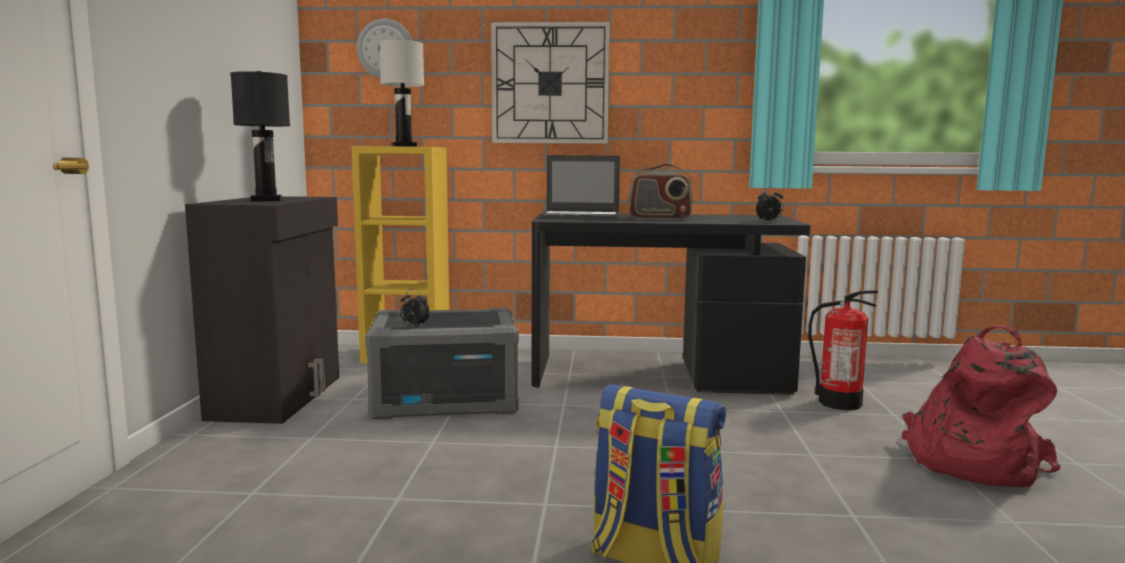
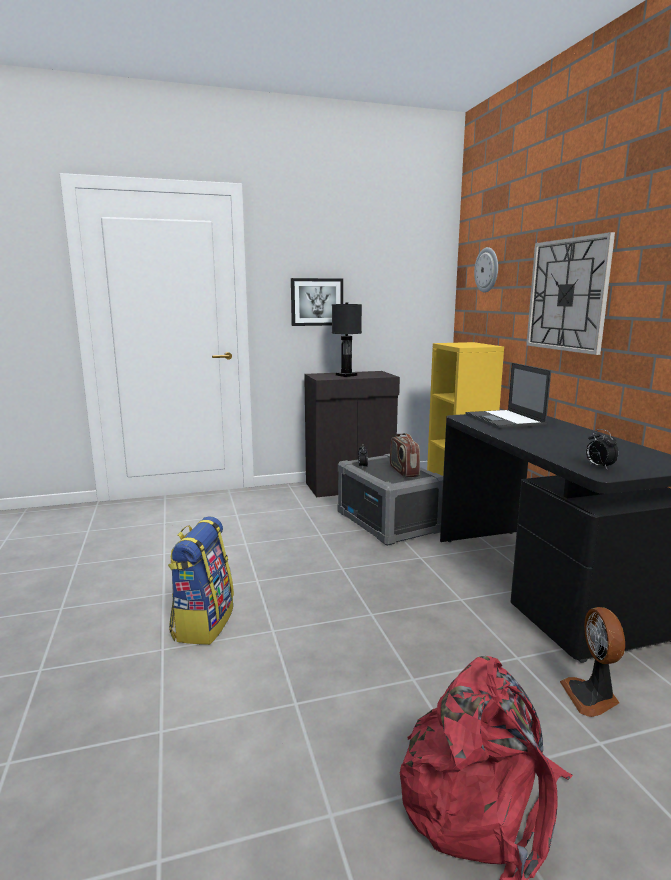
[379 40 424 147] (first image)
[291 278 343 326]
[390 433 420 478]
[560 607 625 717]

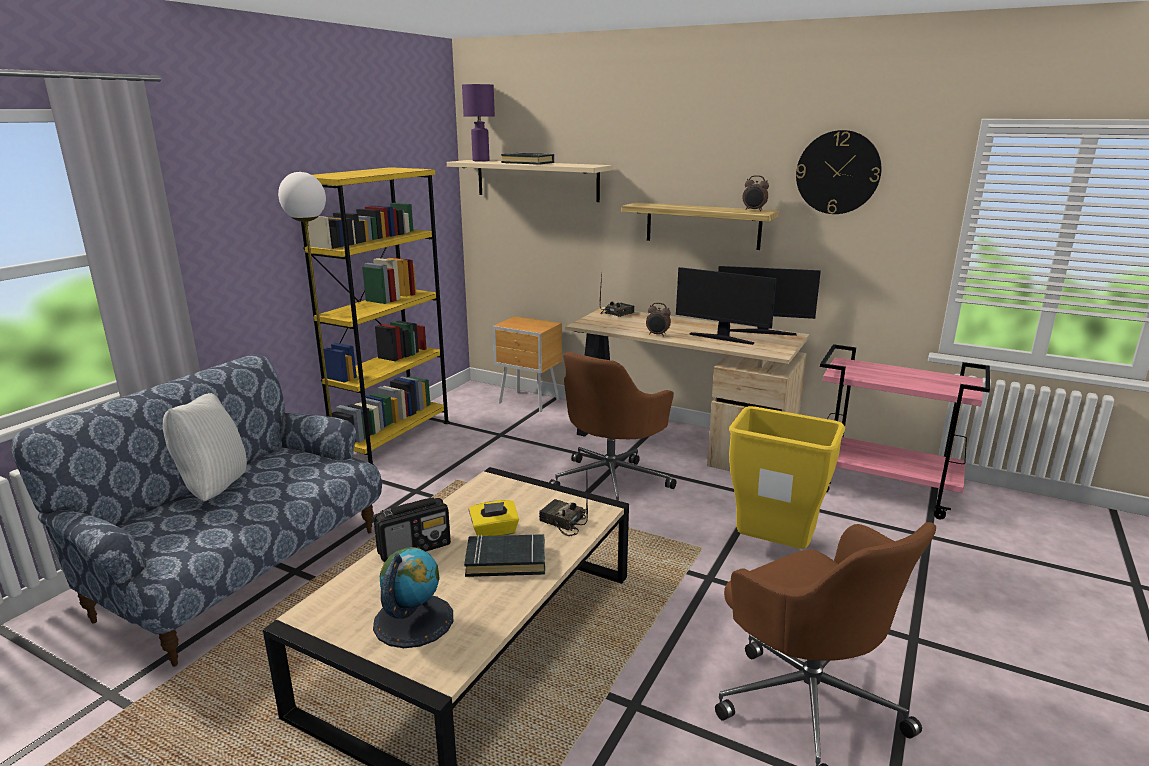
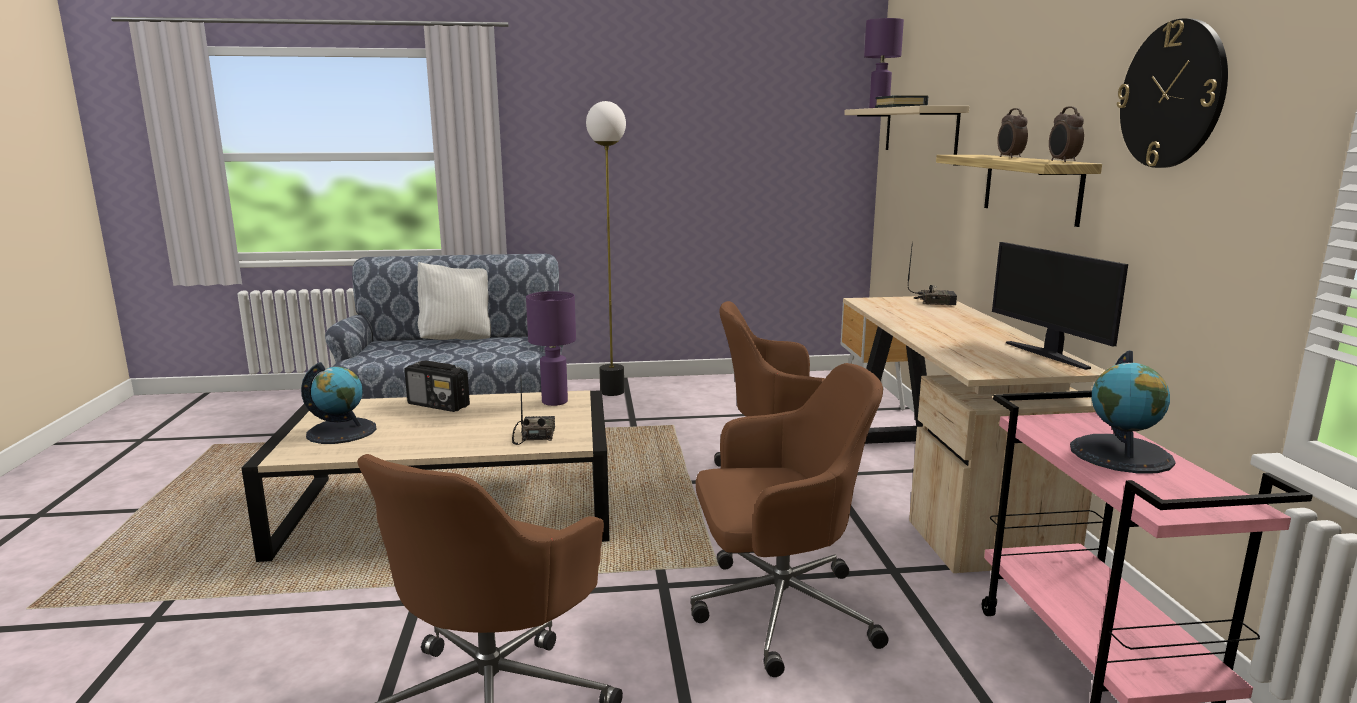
[301 167 450 465] (first image)
[464 533 545 577] (first image)
[469 500 519 536] (first image)
[676 267 777 345] (first image)
[526 291 576 406]
[1070 350 1175 473]
[997 108 1028 158]
[691 363 889 677]

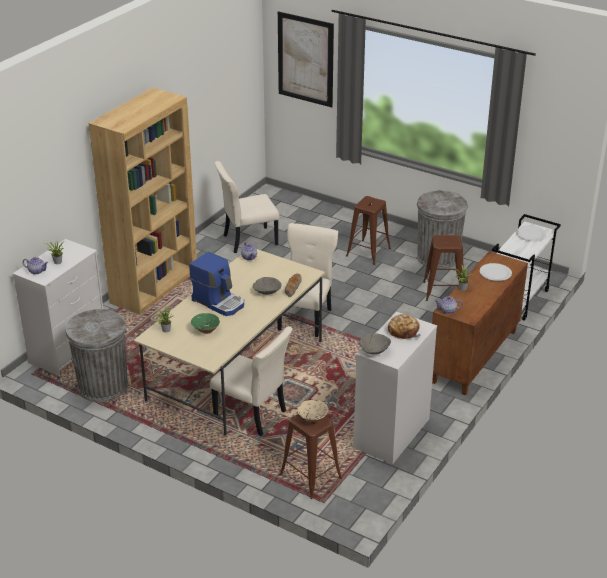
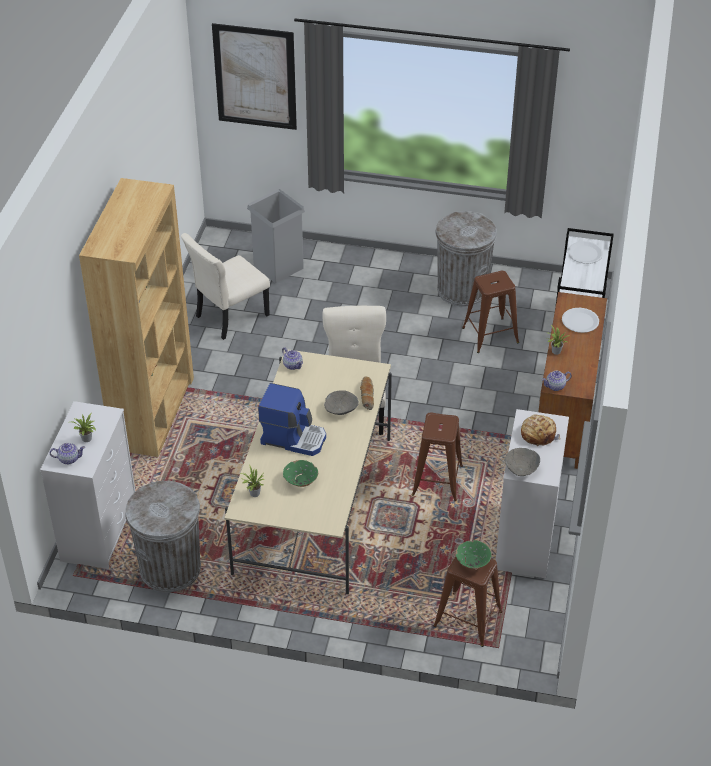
[210 326 293 436] (first image)
[247 189 305 283]
[412 412 463 501]
[456 540 492 569]

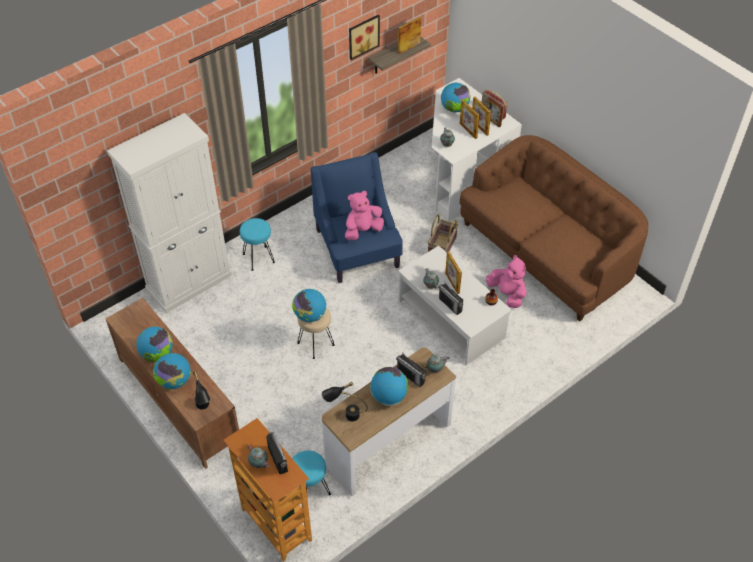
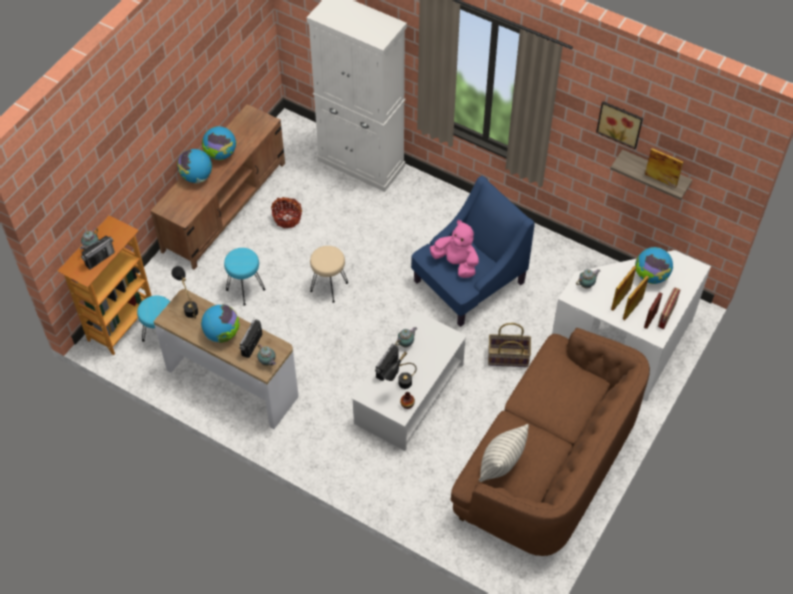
[292 289 326 322] (first image)
[445 251 462 294] (first image)
[486 255 527 308] (first image)
[271 197 302 228]
[479 424 529 482]
[381 352 417 389]
[224 248 265 306]

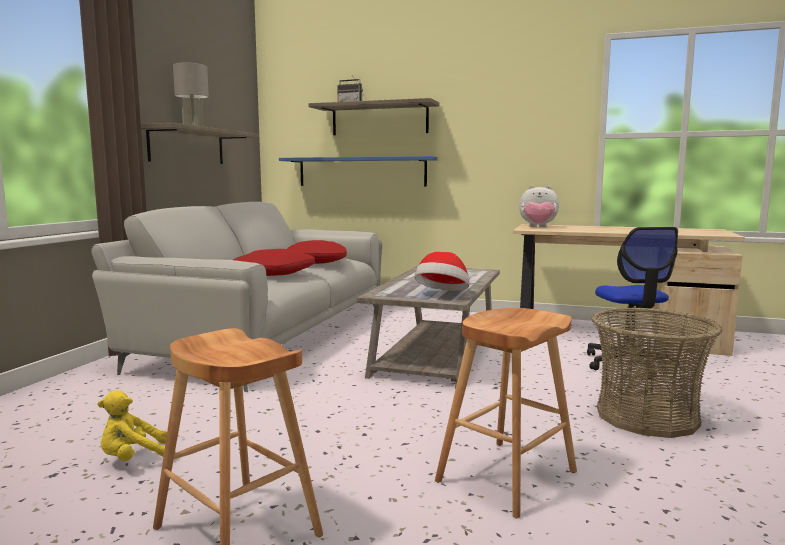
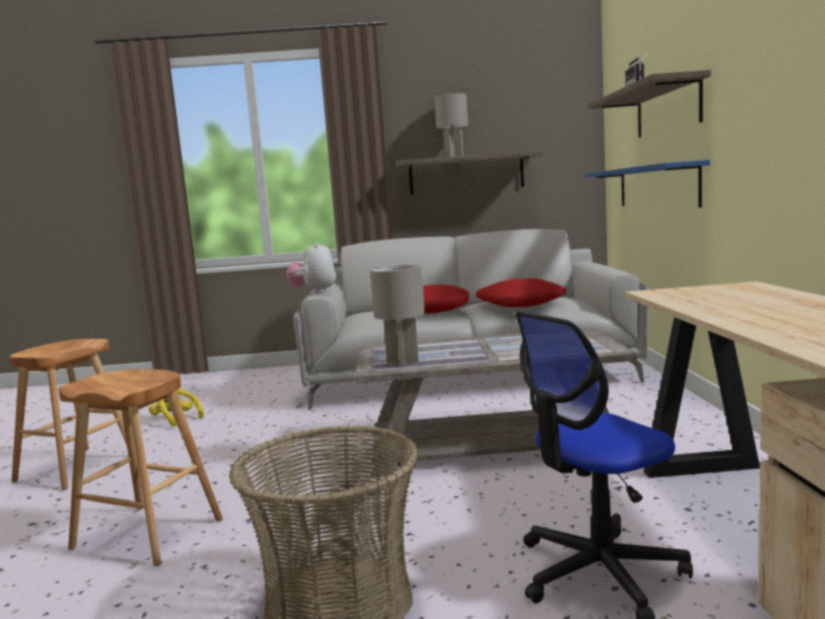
[287 242 336 293]
[370 265 425 366]

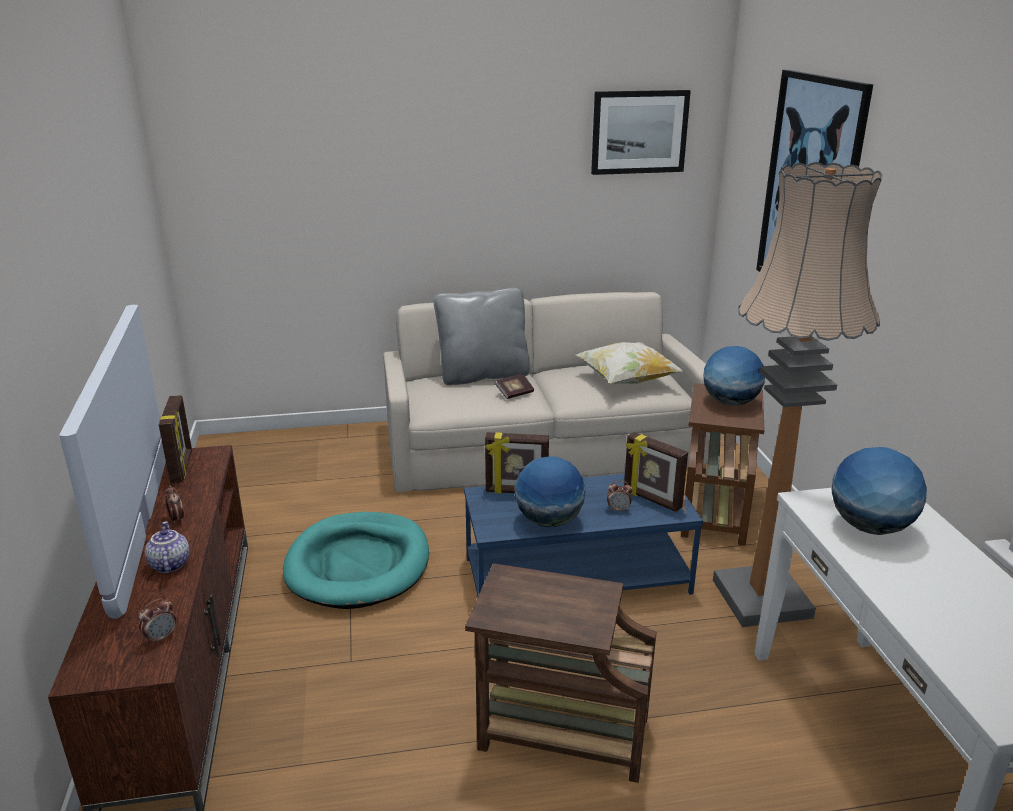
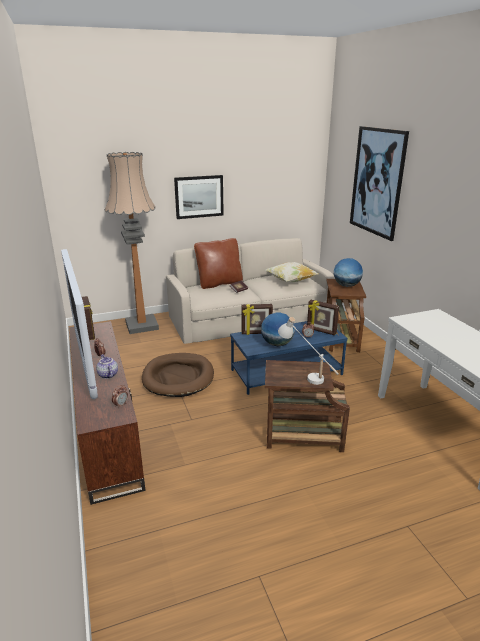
[832 447 927 535] (first image)
[278 317 339 385]
[174 175 224 219]
[105 152 159 334]
[142 353 214 397]
[194 238 243 289]

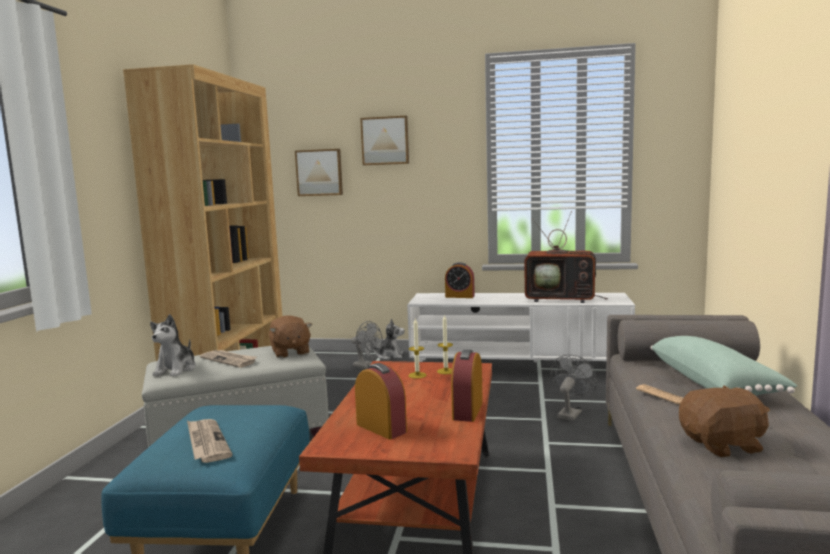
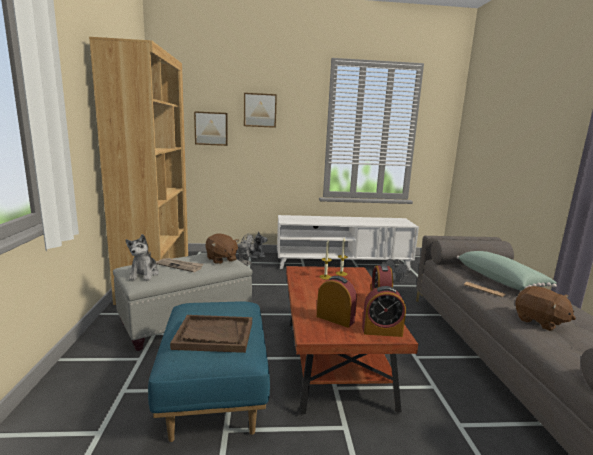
[525 211 608 303] (first image)
[362 286 406 337]
[170 315 252 353]
[515 286 576 331]

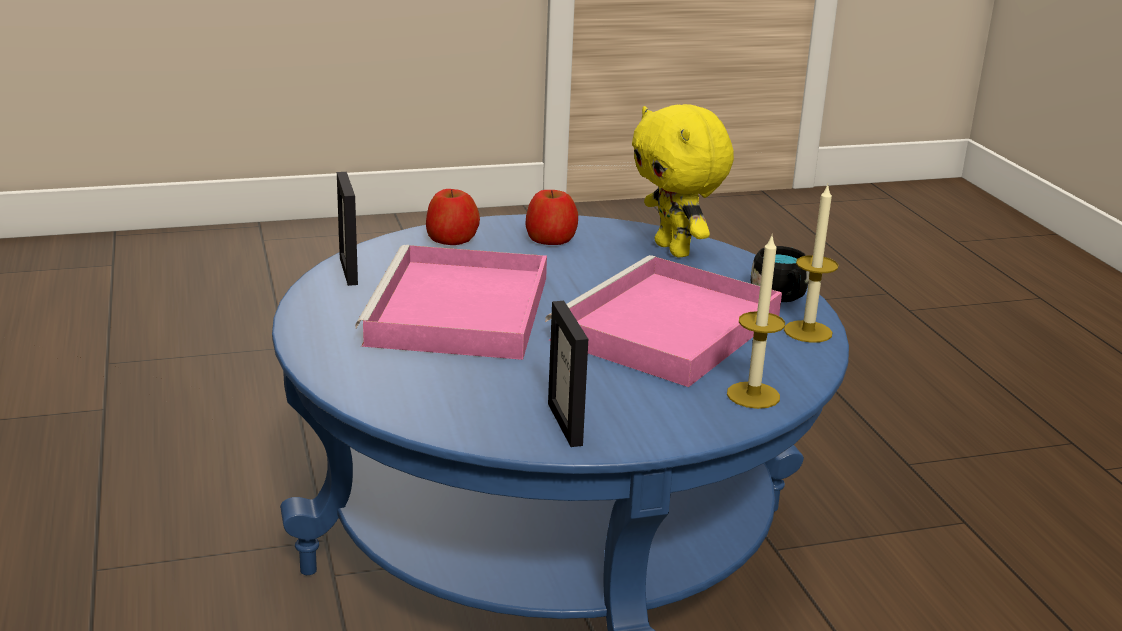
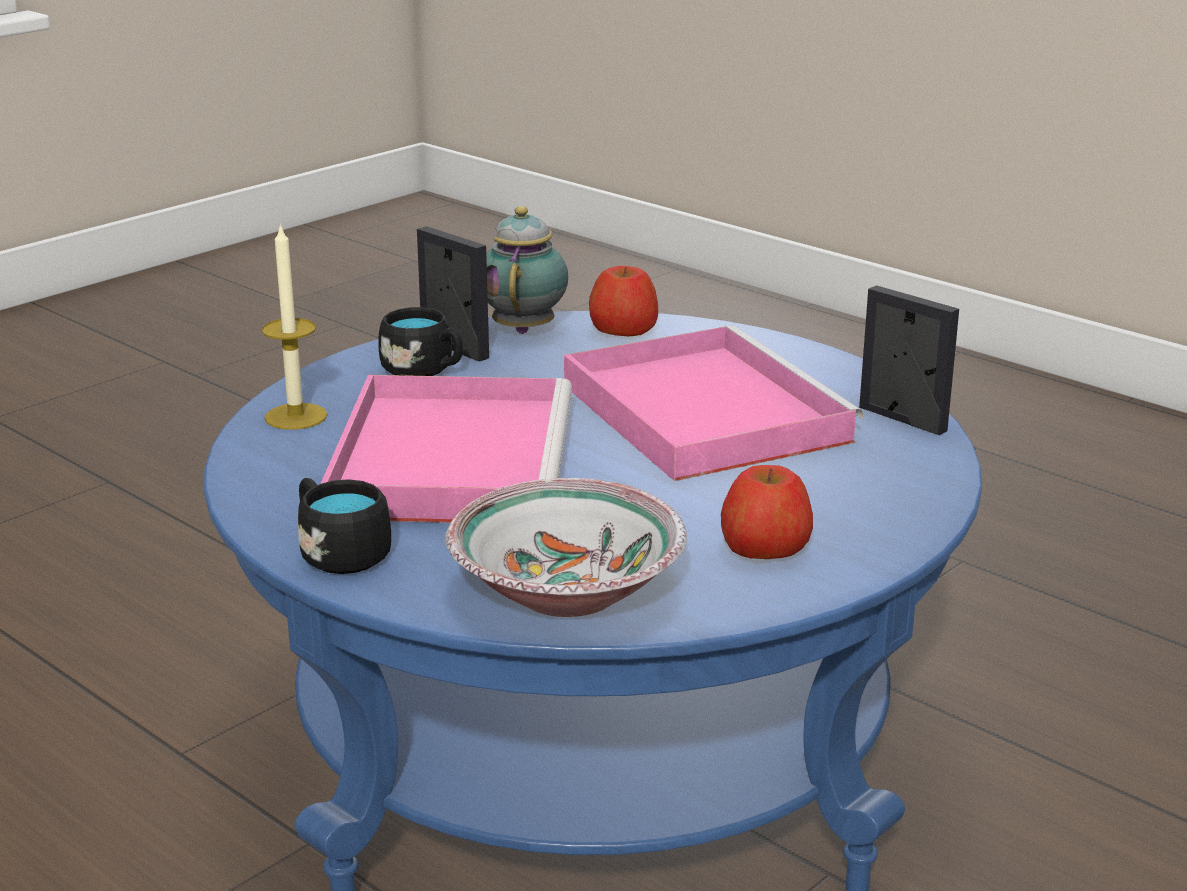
[784 185 838 343] (first image)
[378 307 463 376]
[486 206 568 334]
[589 266 658 336]
[445 478 687 617]

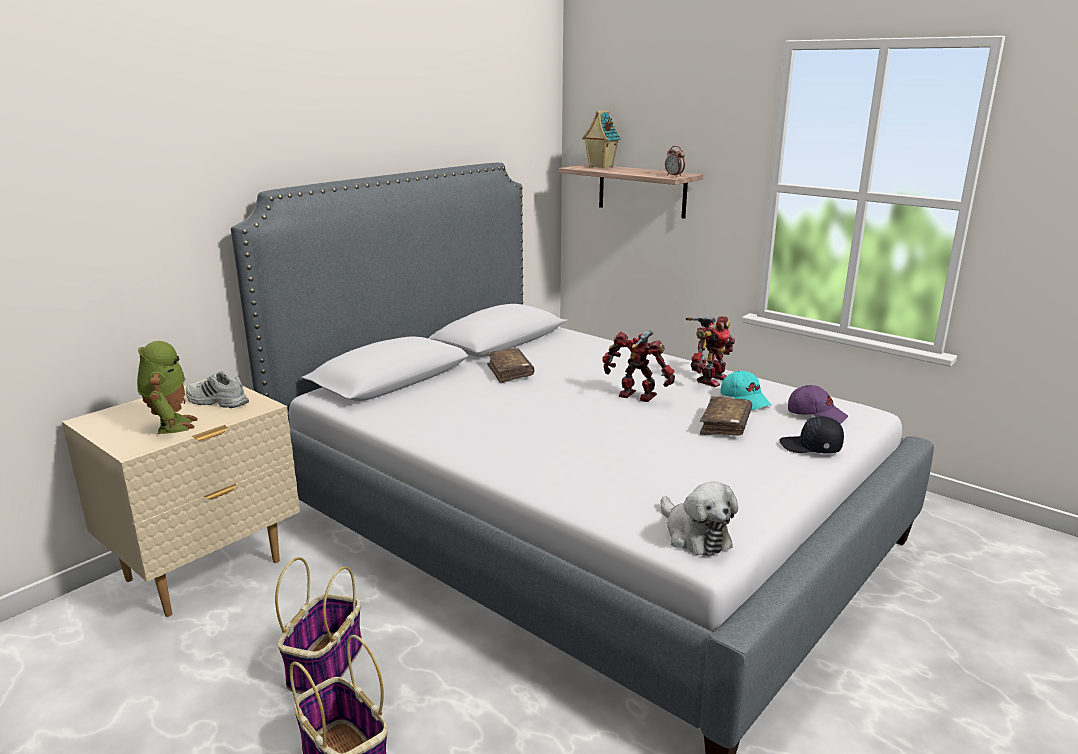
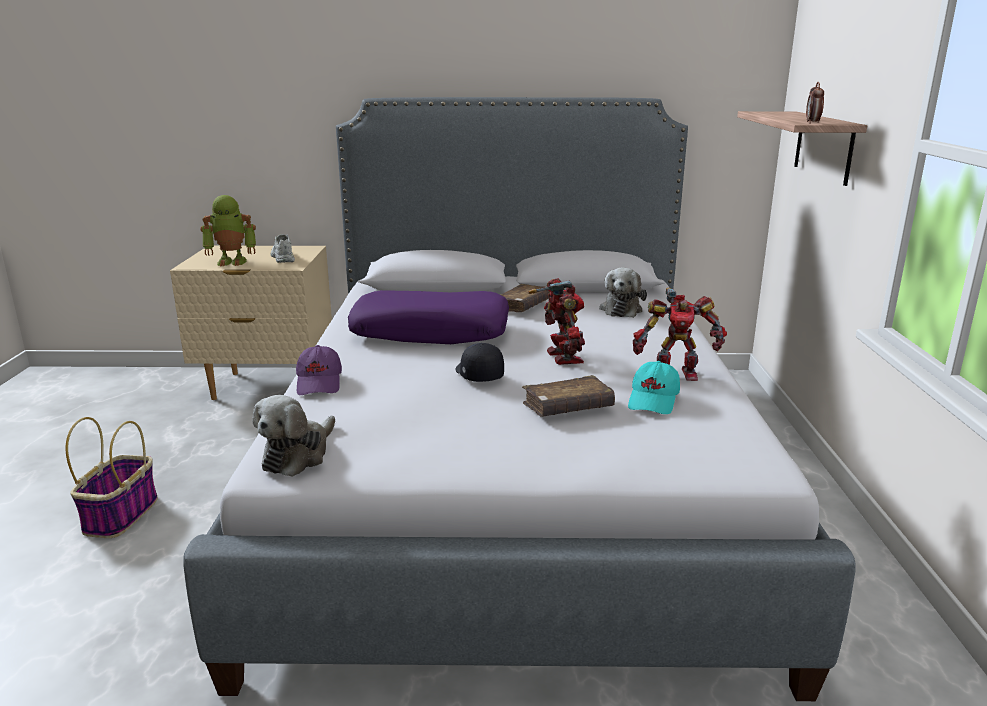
[275 557 363 694] (first image)
[582 110 621 168] (first image)
[348 290 509 344]
[599 267 647 318]
[456 343 504 382]
[296 345 342 395]
[200 195 256 267]

